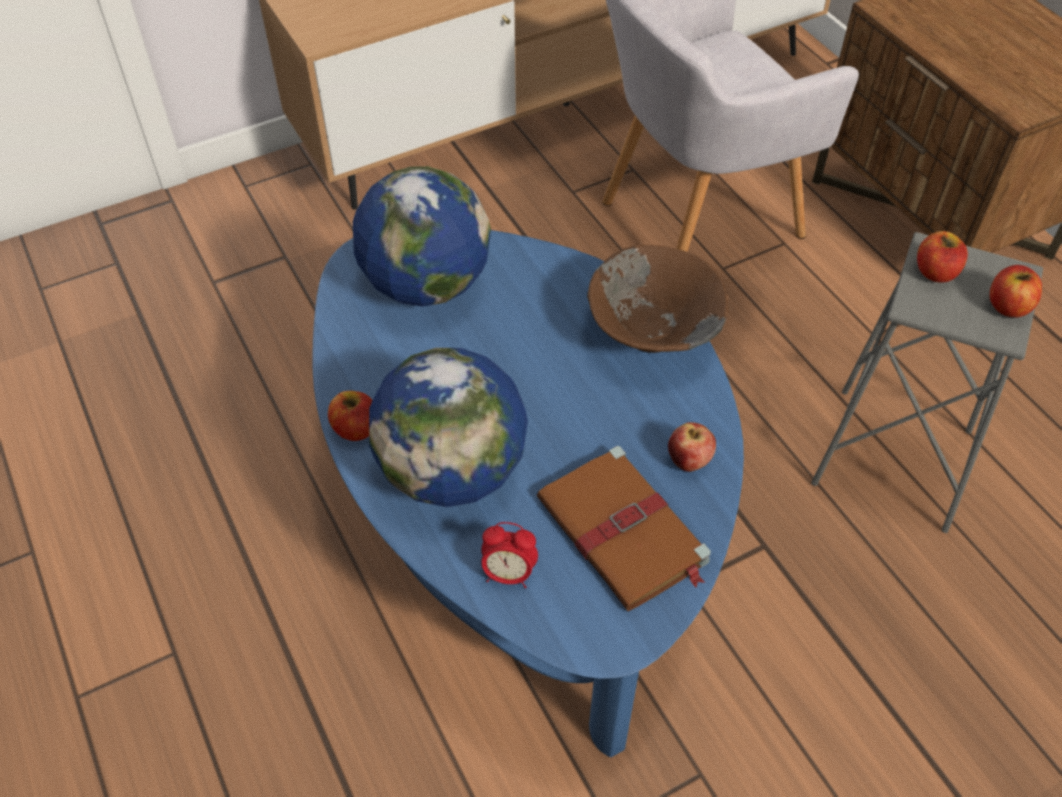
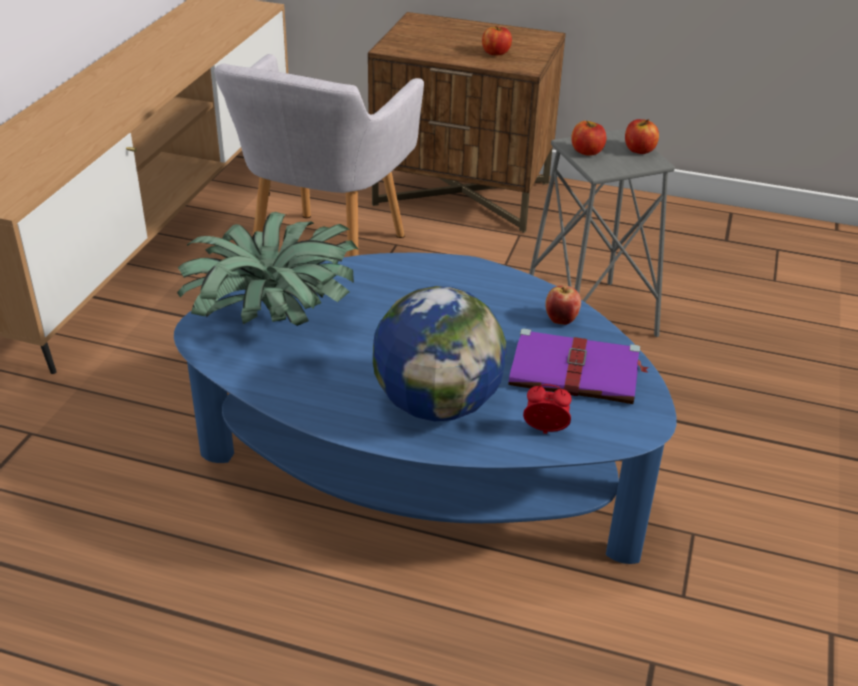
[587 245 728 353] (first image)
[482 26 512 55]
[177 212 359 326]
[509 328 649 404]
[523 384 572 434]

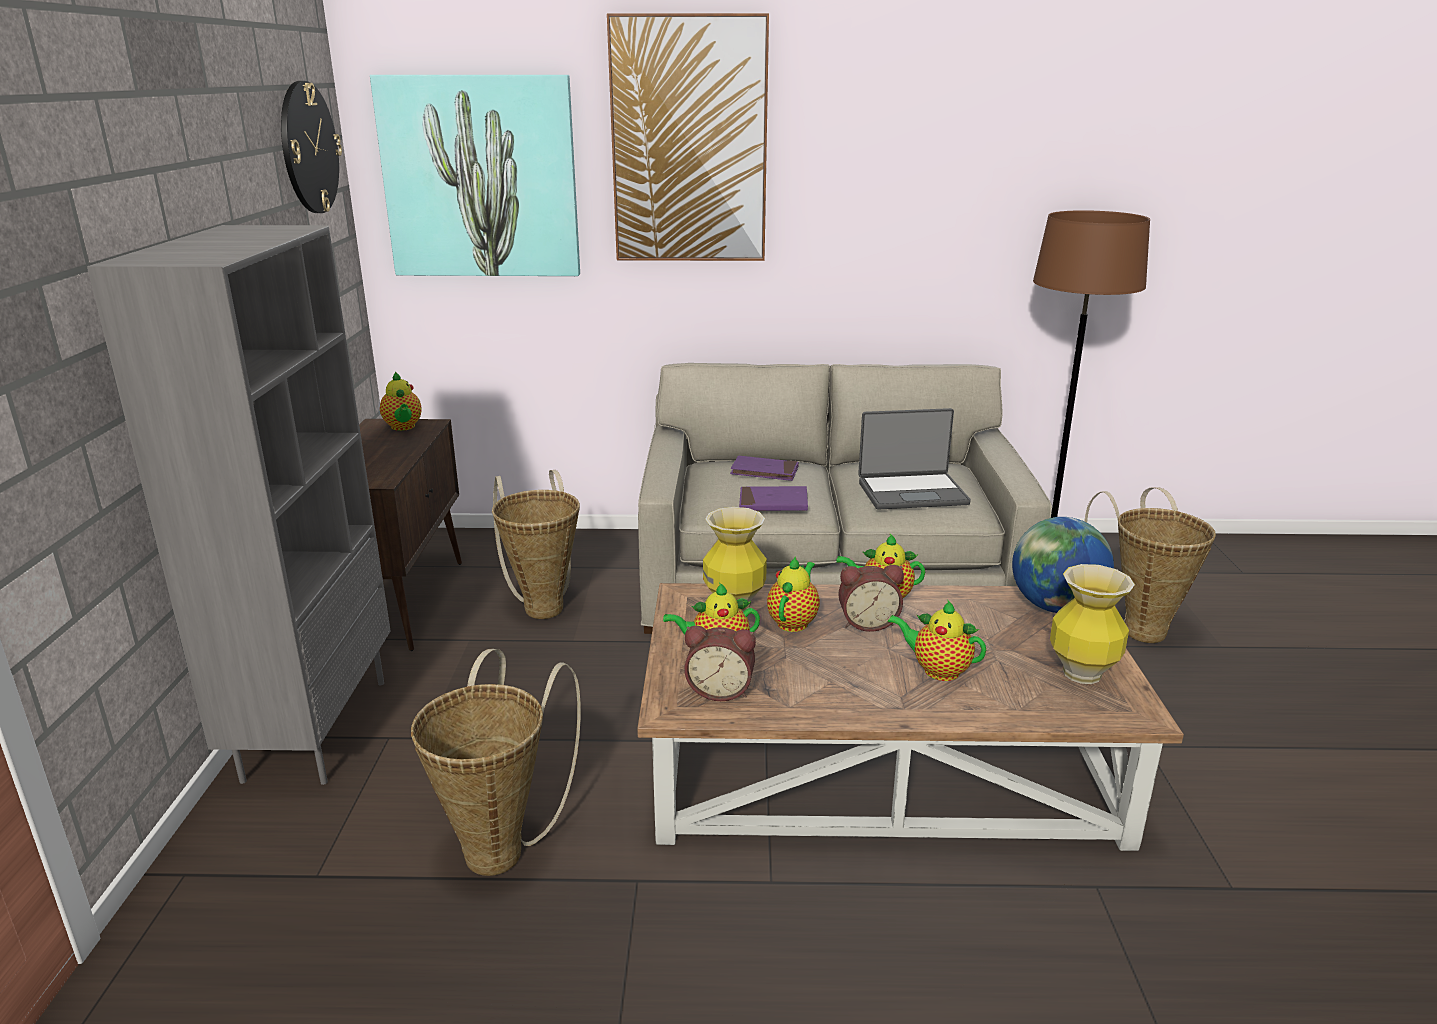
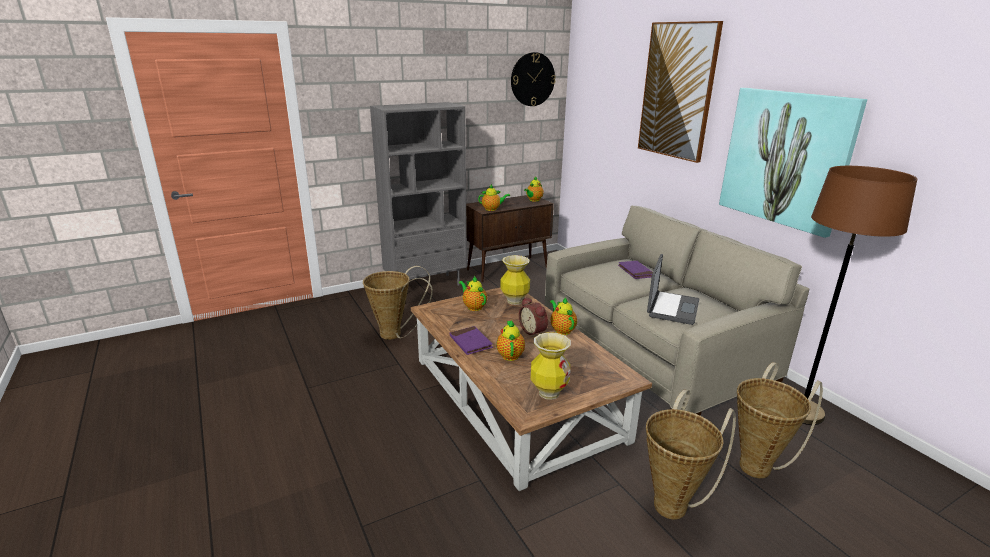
[684 626 756 701] (first image)
[1012 517 1114 613] (first image)
[719 88 867 238]
[646 389 736 520]
[450 326 493 355]
[478 184 510 211]
[647 254 699 325]

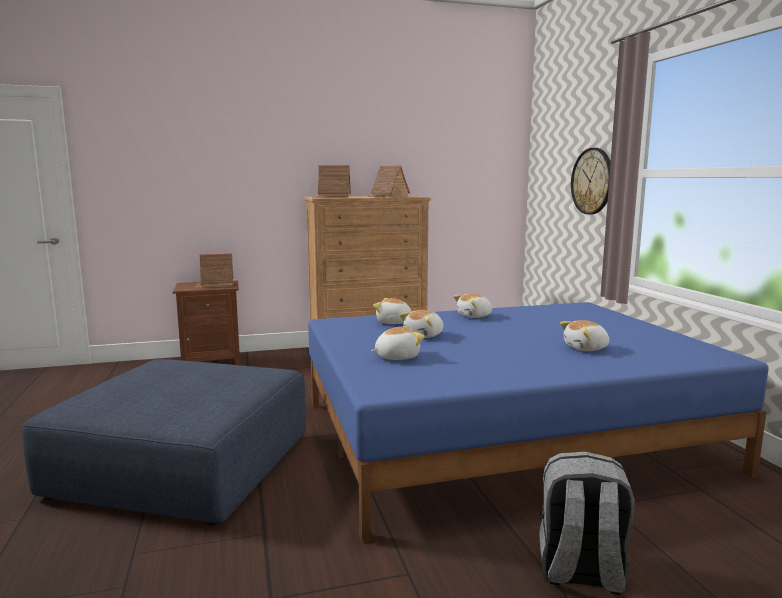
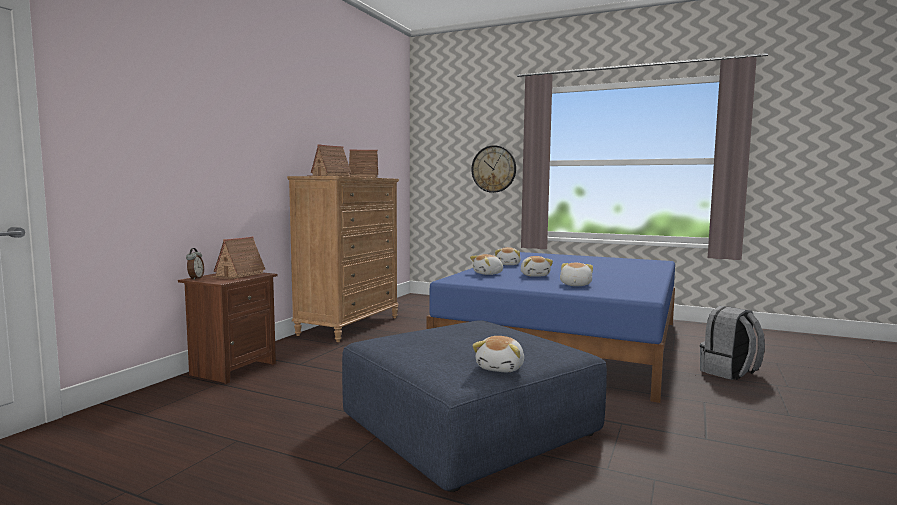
[186 248 204 280]
[472 336 524 372]

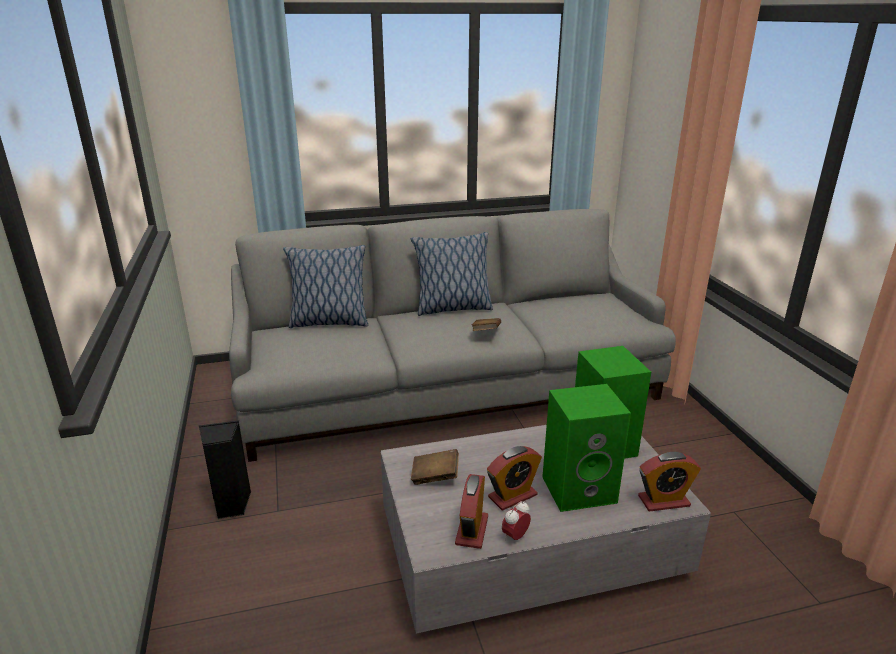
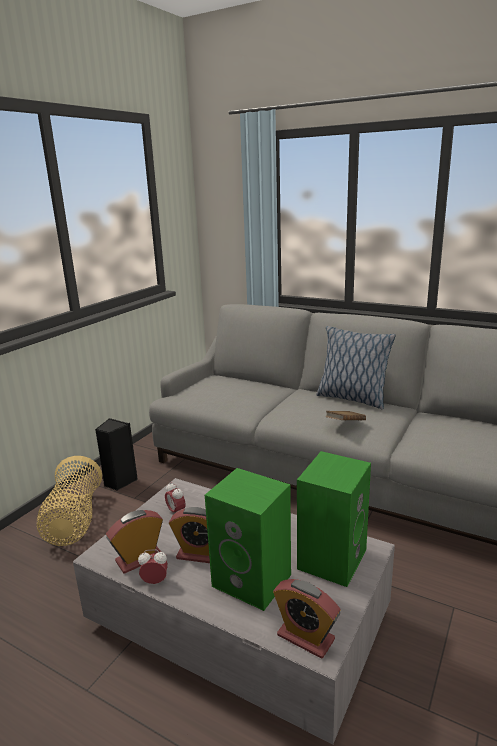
[283 245 368 328] (first image)
[37 456 102 546]
[165 482 186 513]

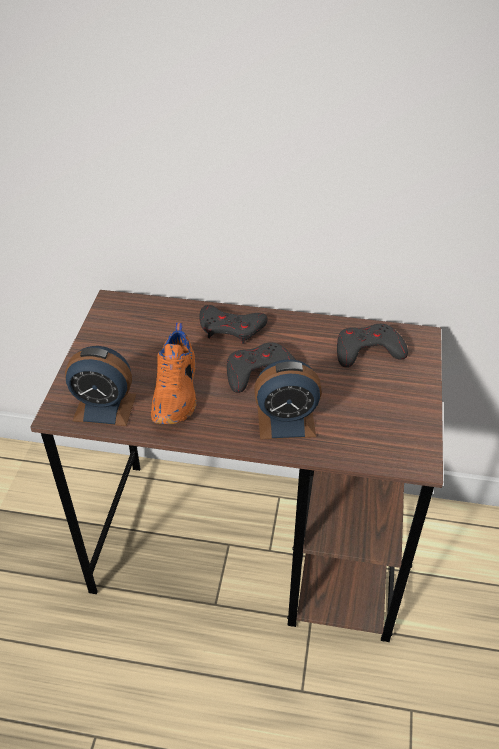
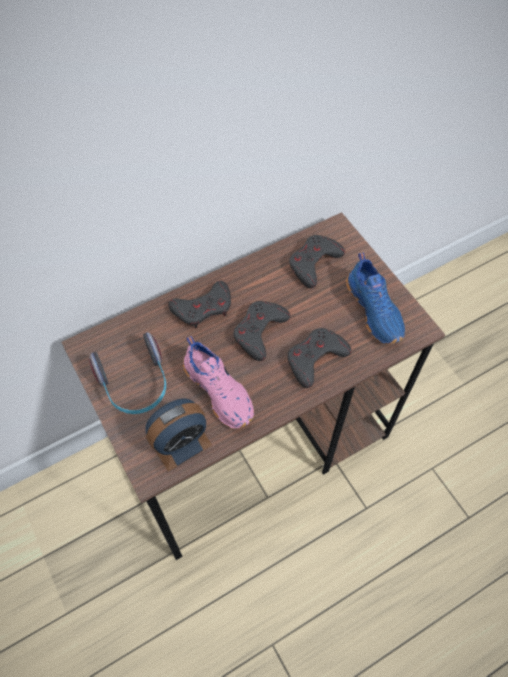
[89 332 166 414]
[346 253 405 344]
[288 328 351 388]
[183 336 254 429]

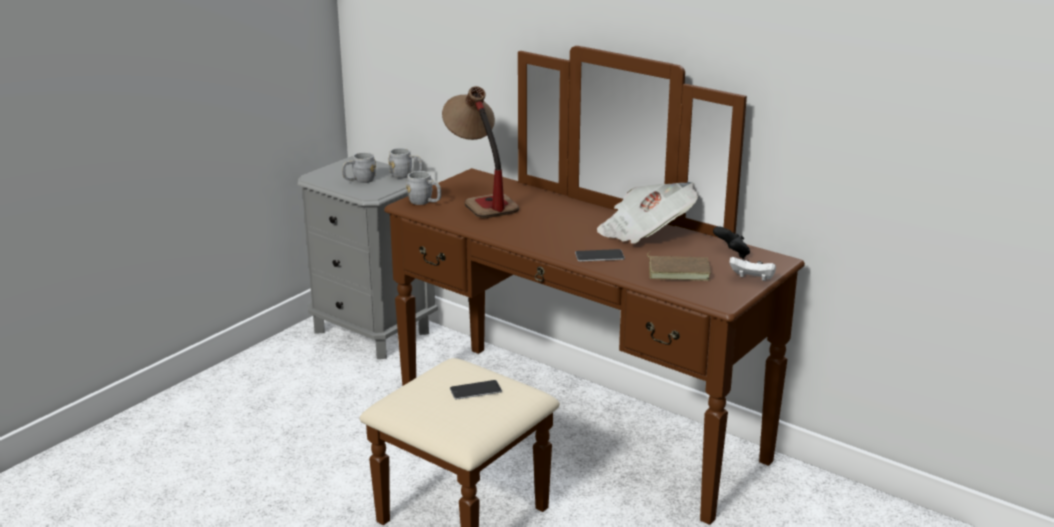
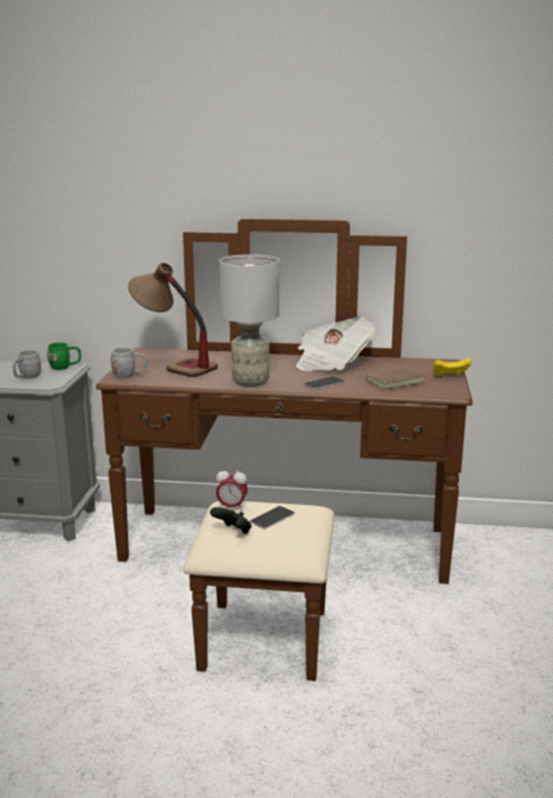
[216 467 248 511]
[219 254 280 387]
[210 507 252 534]
[47 342 81 370]
[433 359 471 377]

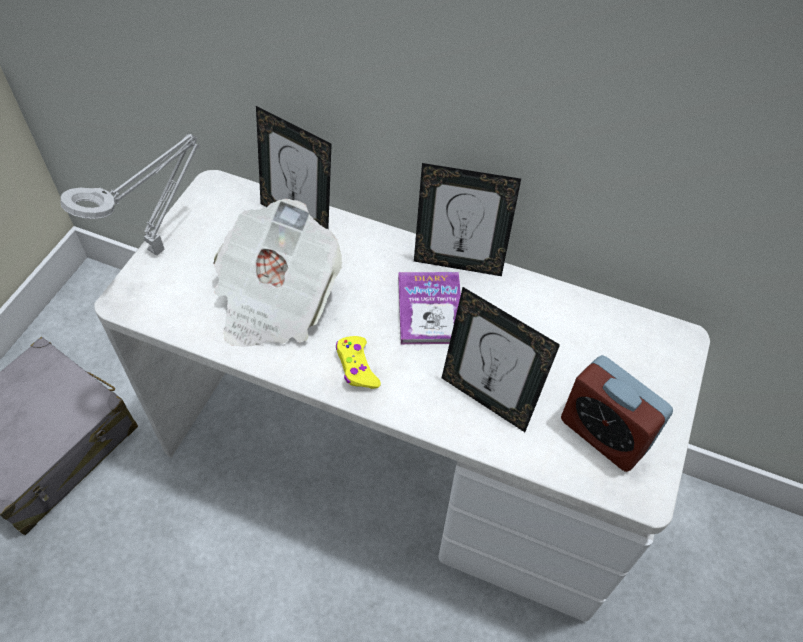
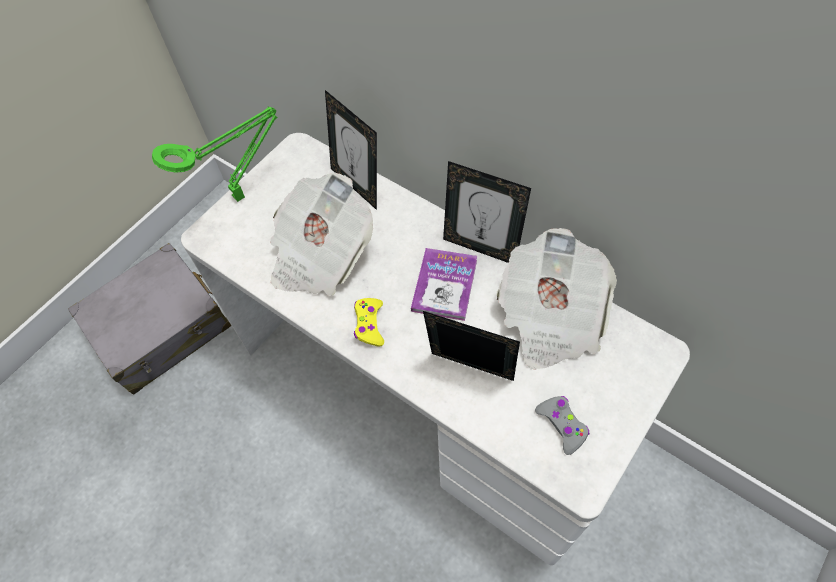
[496 228 617 370]
[535 396 589 455]
[152 106 278 202]
[423 311 520 381]

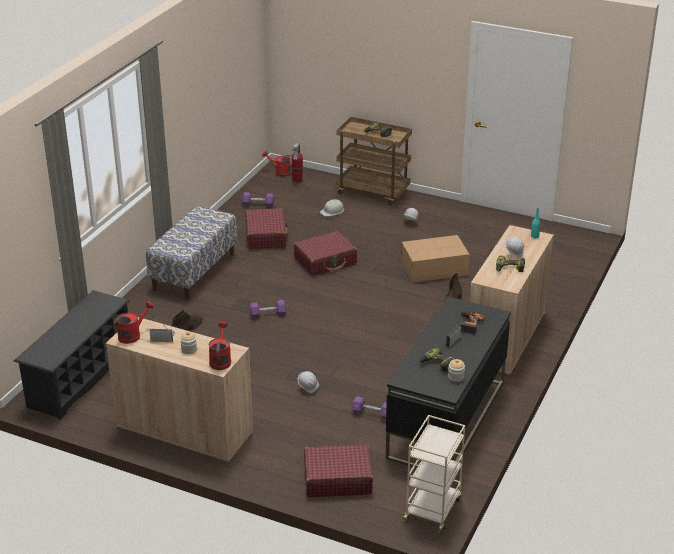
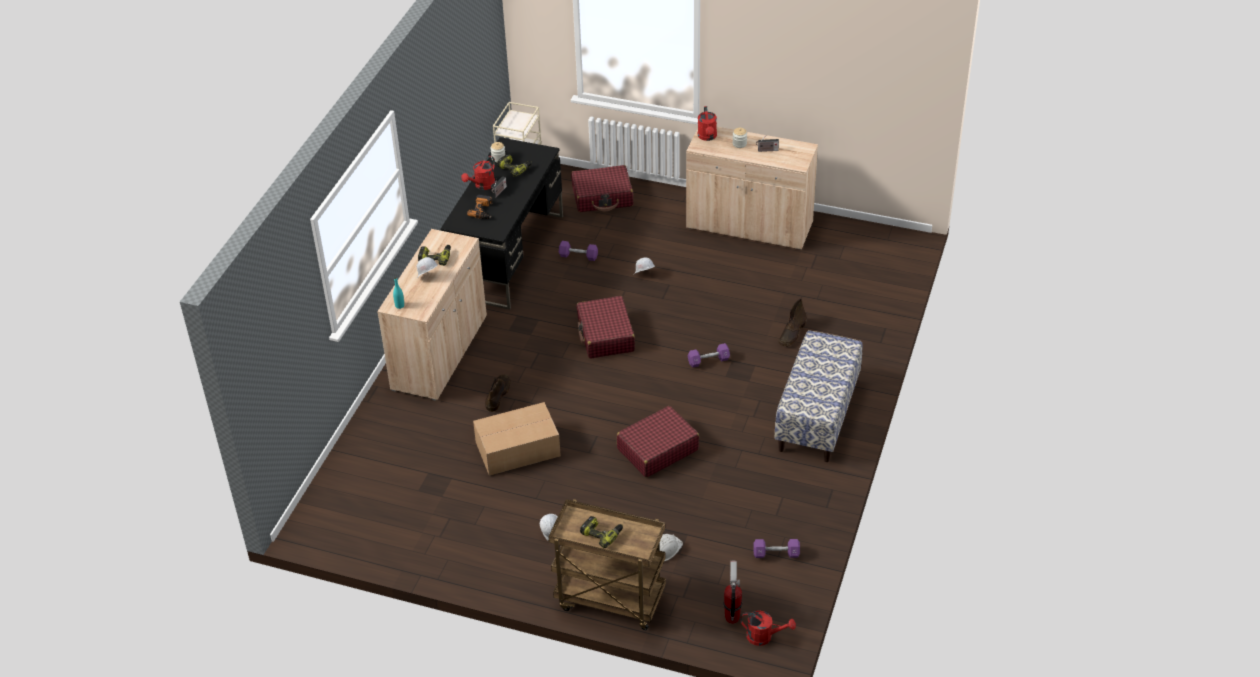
[14 290 130 420] (first image)
[461 156 495 190]
[577 296 635 359]

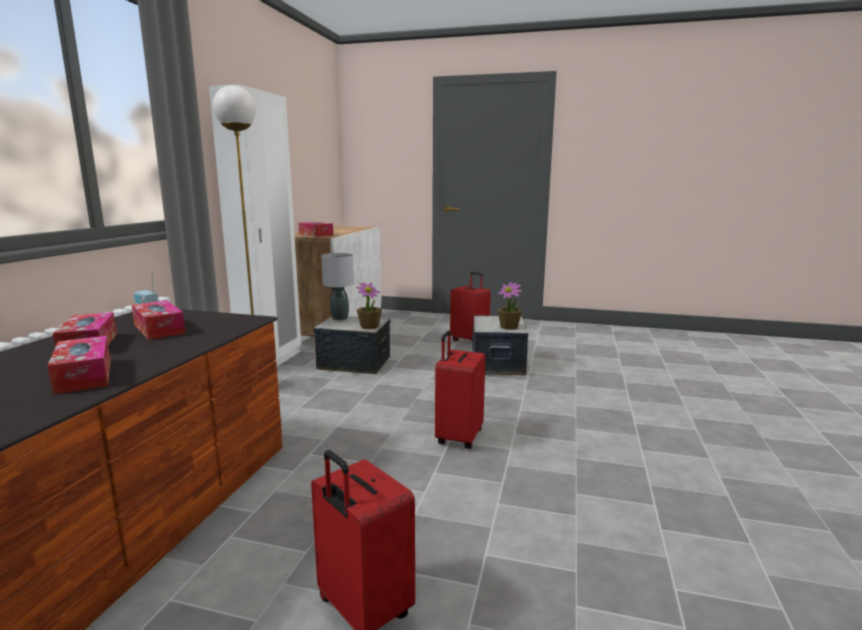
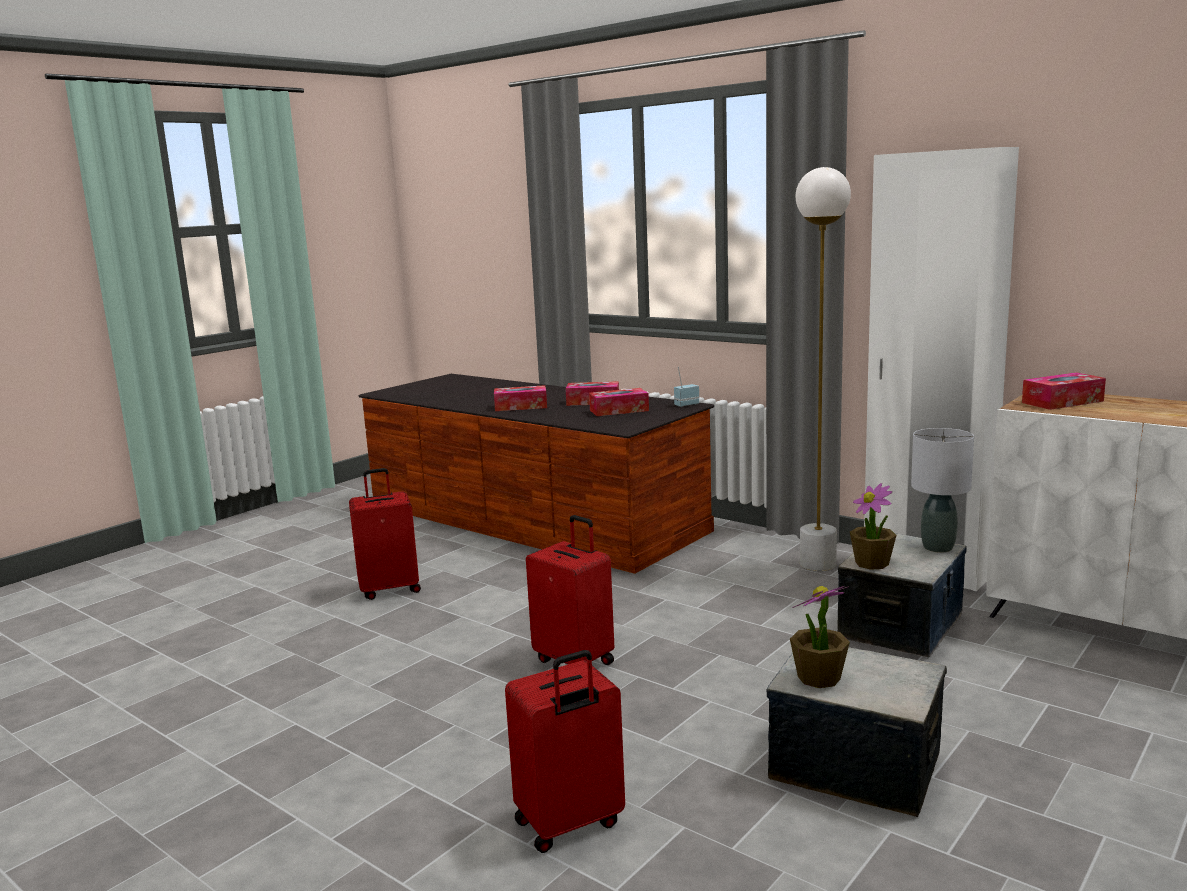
[505 650 625 853]

